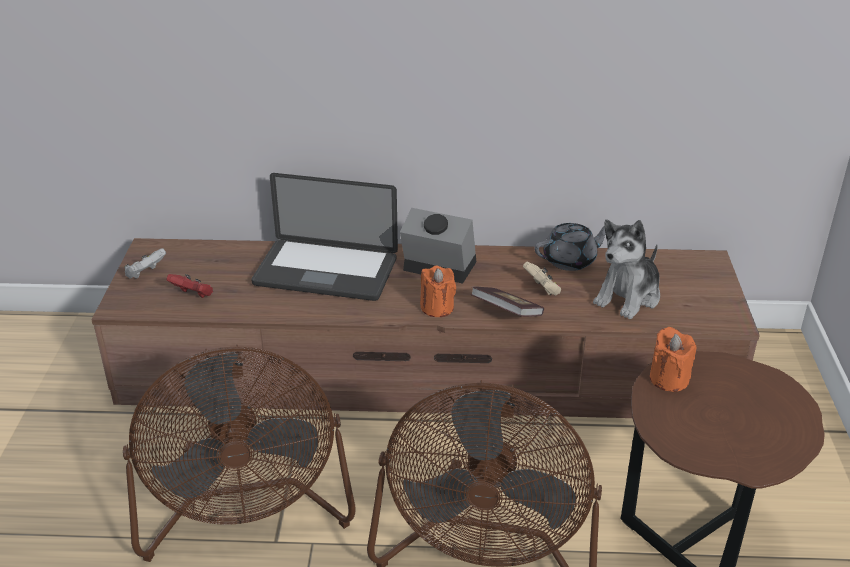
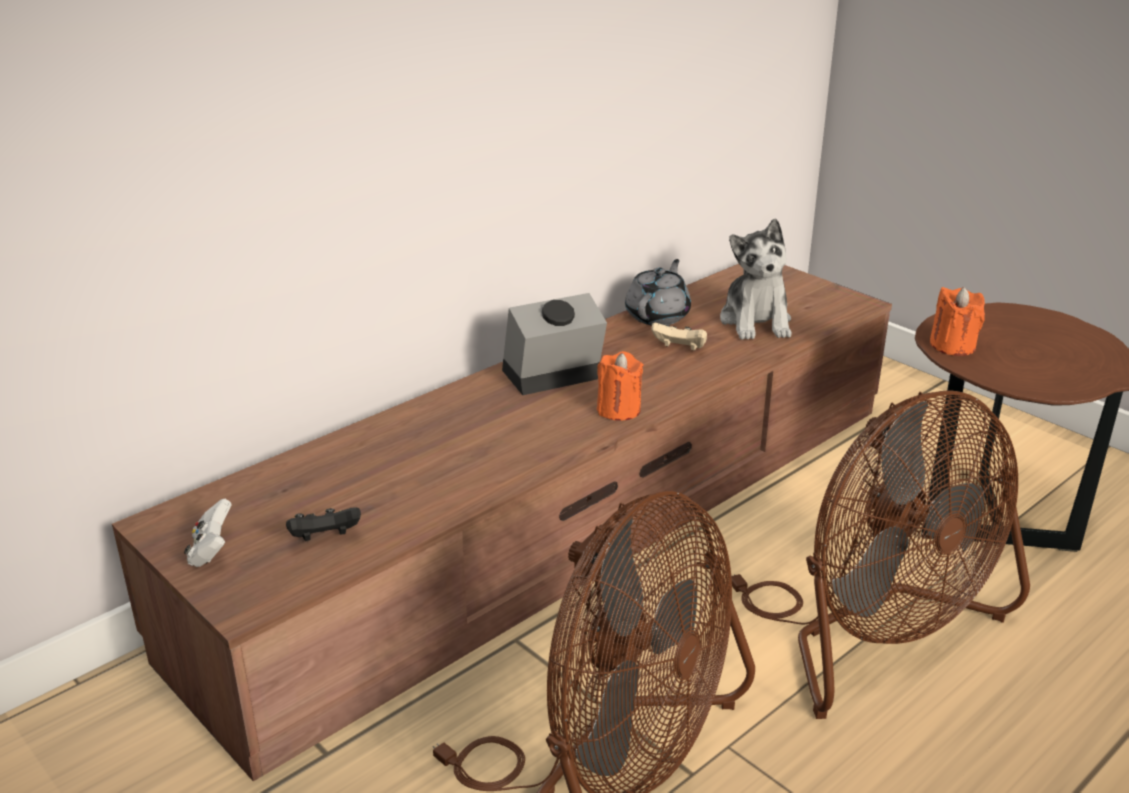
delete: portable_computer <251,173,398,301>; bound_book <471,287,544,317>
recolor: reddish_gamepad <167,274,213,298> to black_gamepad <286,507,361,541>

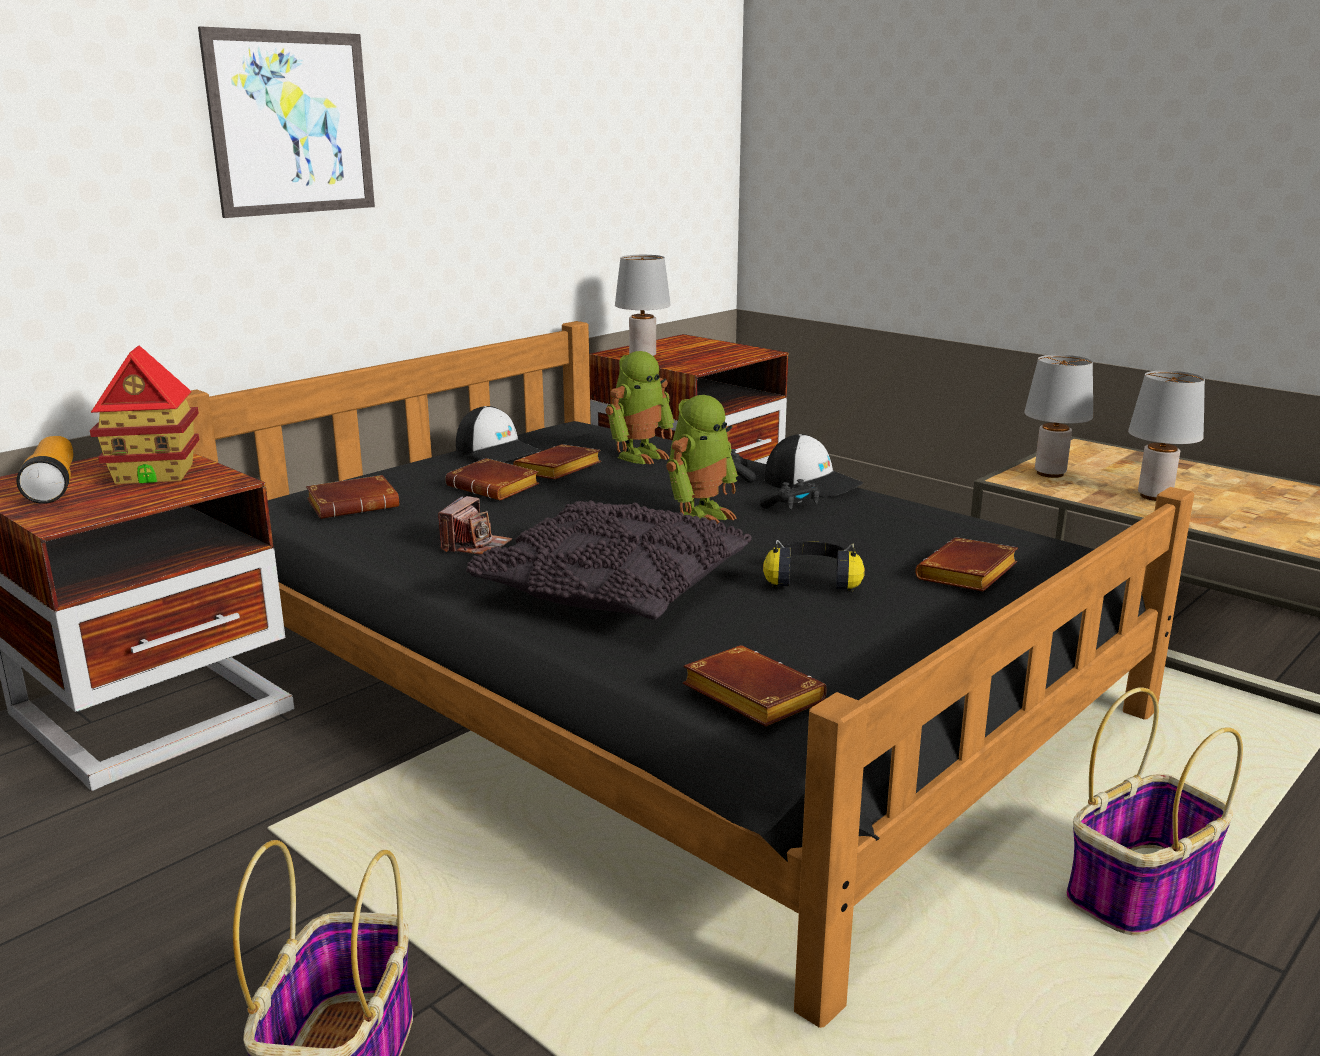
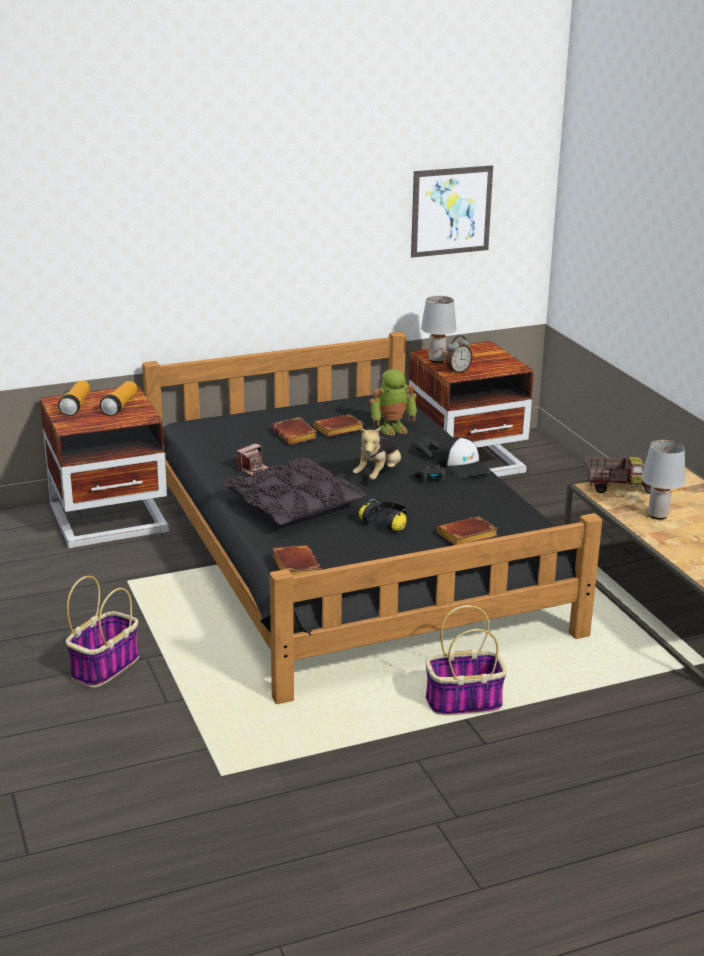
delete: brown-coloured_bound_book <306,475,399,519>; peaked_cap <456,406,541,462>
insert: bedside_clock <446,335,473,374>
move: picture <198,26,375,218> to <411,165,493,258>
replace: model_house <90,345,199,484> to torch <100,381,137,416>; robot_figure <666,395,738,524> to plush_toy <353,427,401,480>; grey_lamp_for_a_table <1024,355,1093,478> to toy_truck <585,457,651,494>

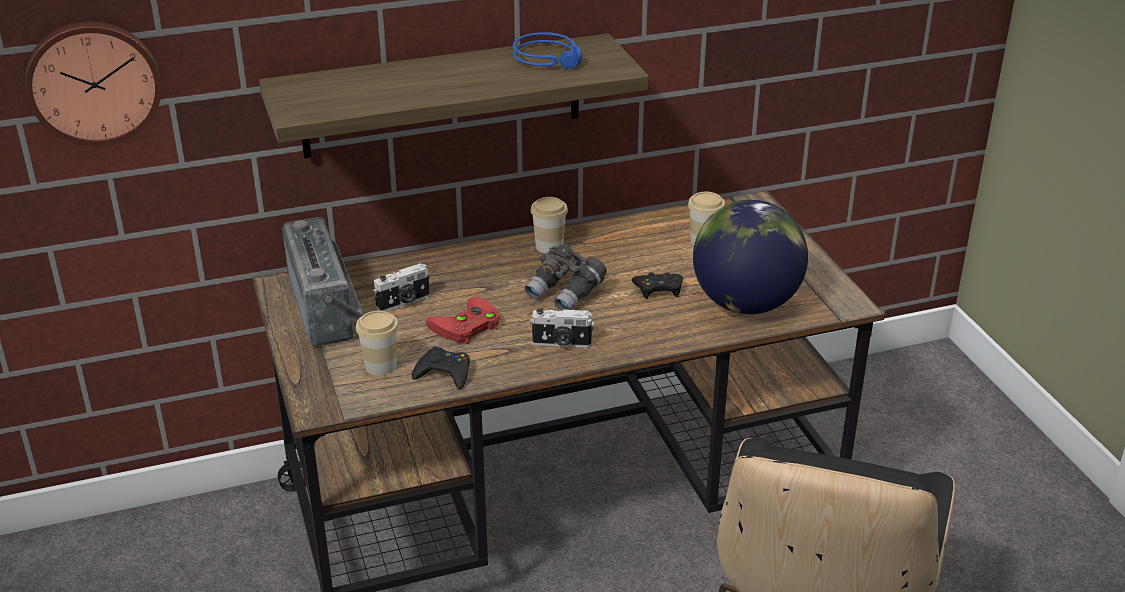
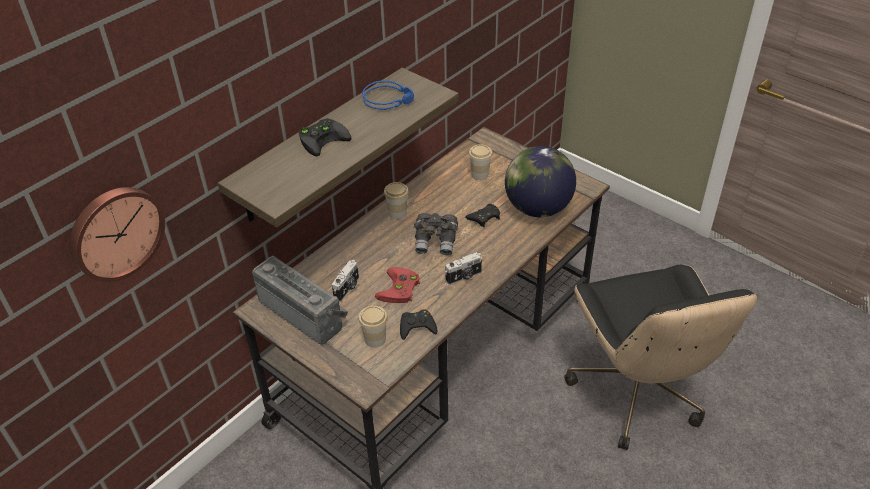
insert: black_gamepad <298,118,351,156>

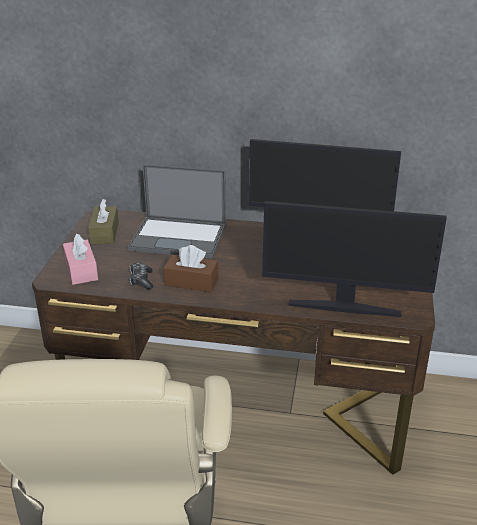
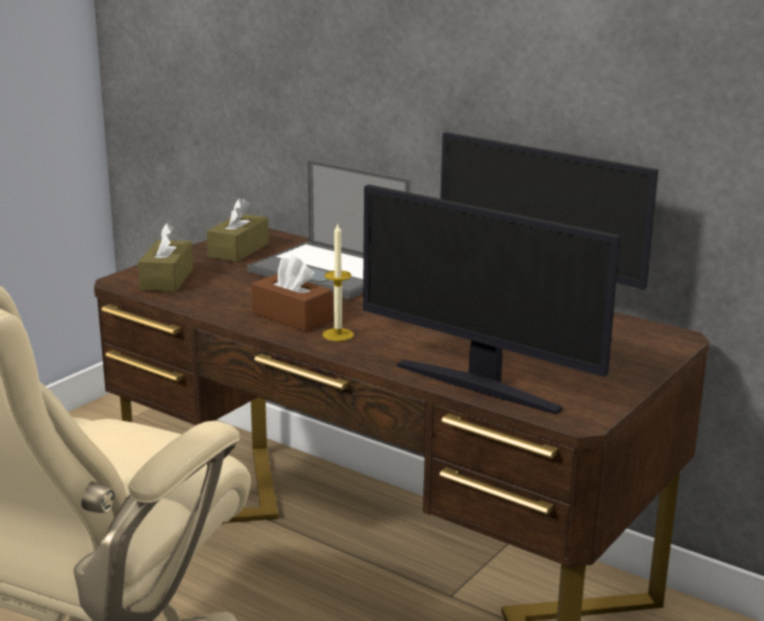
delete: gamepad <129,262,153,290>
insert: wax_light <322,223,354,341>
recolor: pink_box_of_tissues <63,234,98,285> to brown-coloured_box_of_tissues <138,223,193,292>

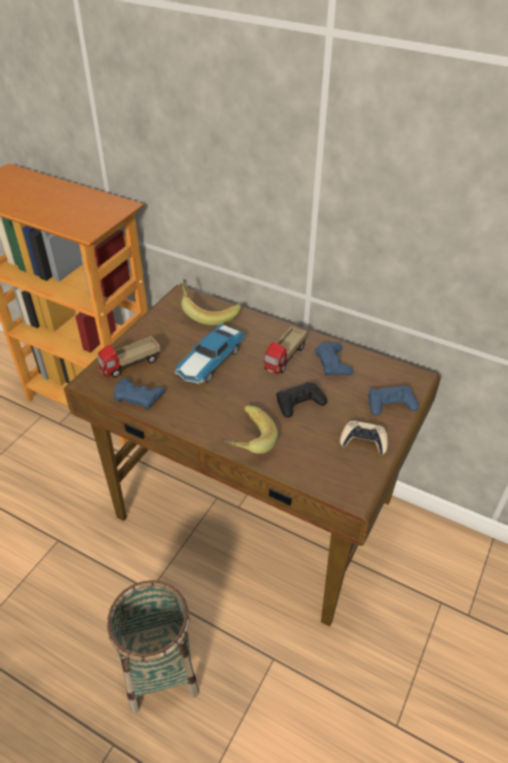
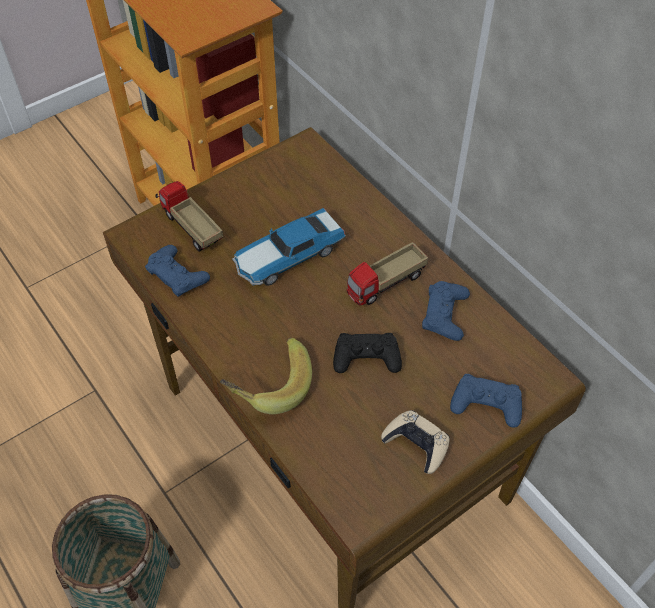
delete: banana <181,279,241,325>
rotate: toy_truck <98,336,161,378> = <156,181,223,252> 60 degrees clockwise

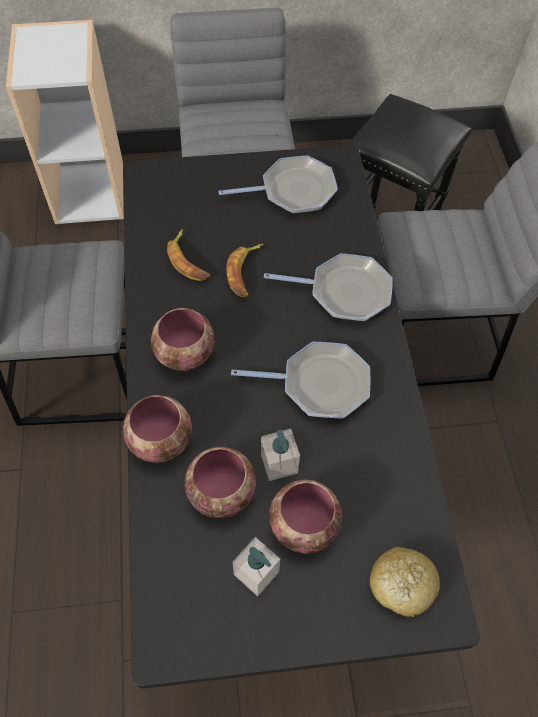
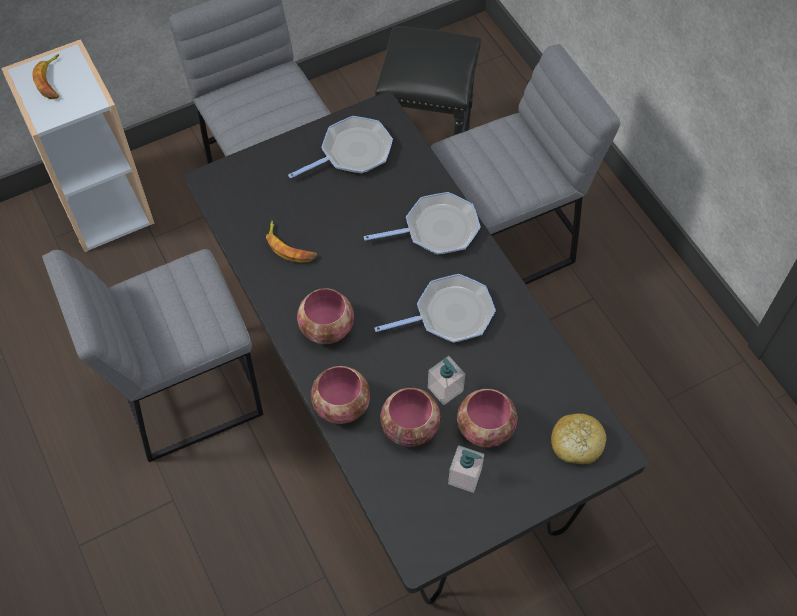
move: banana <226,244,264,297> to <32,54,59,99>

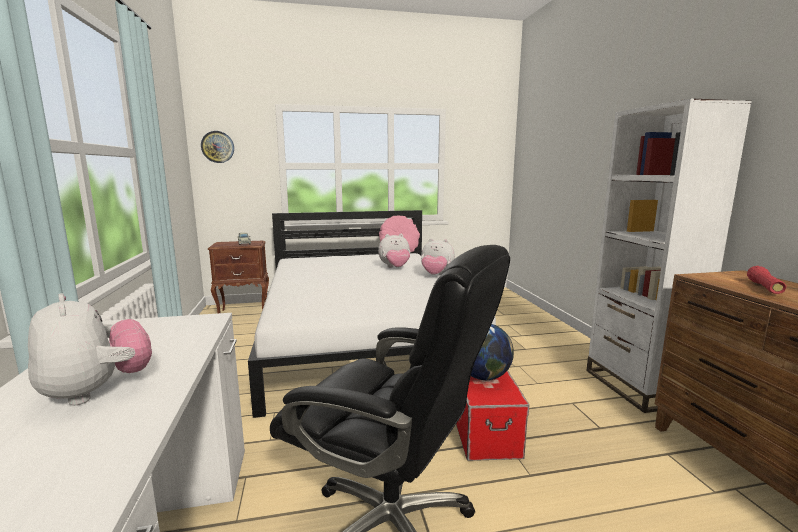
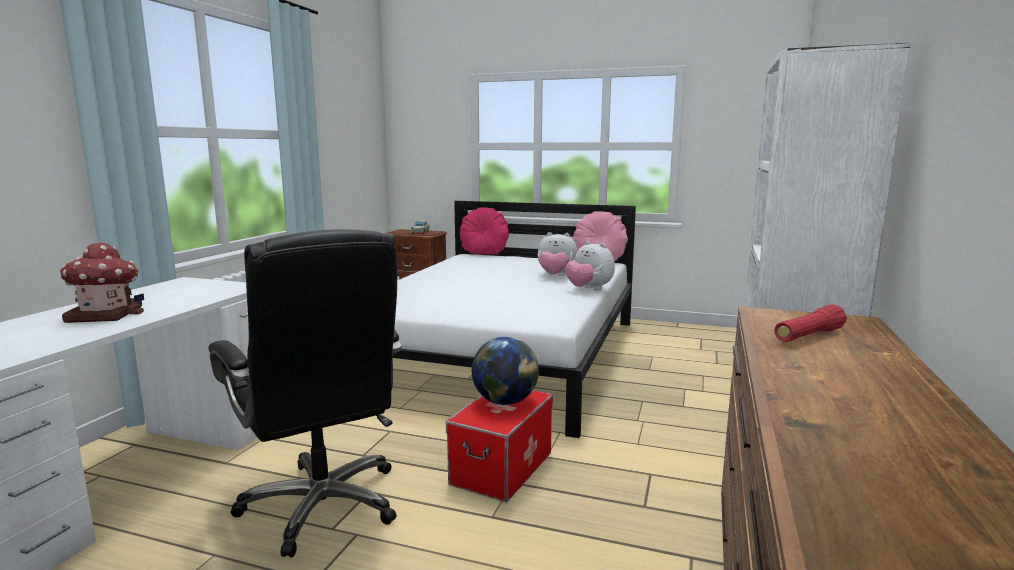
delete: wall_clock <201,131,234,163>
insert: pink_cushion <460,207,509,255>
replace: plush_toy <28,293,152,405> to model_house <60,241,144,323>

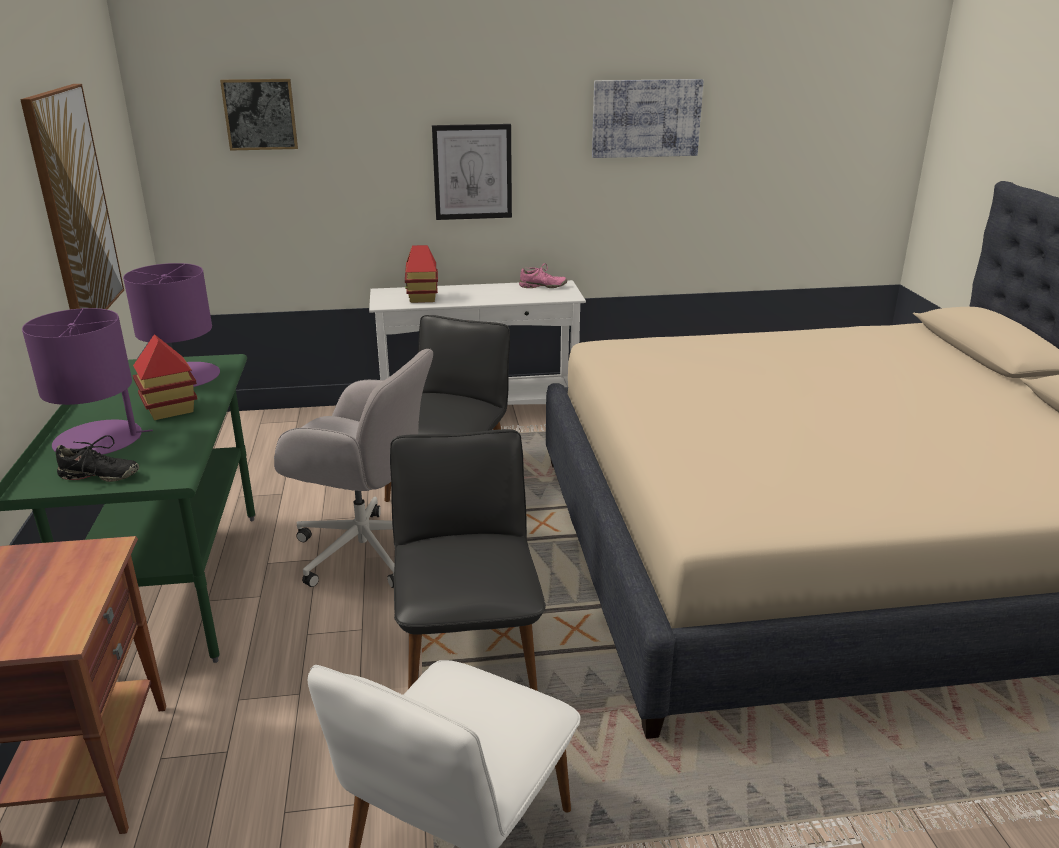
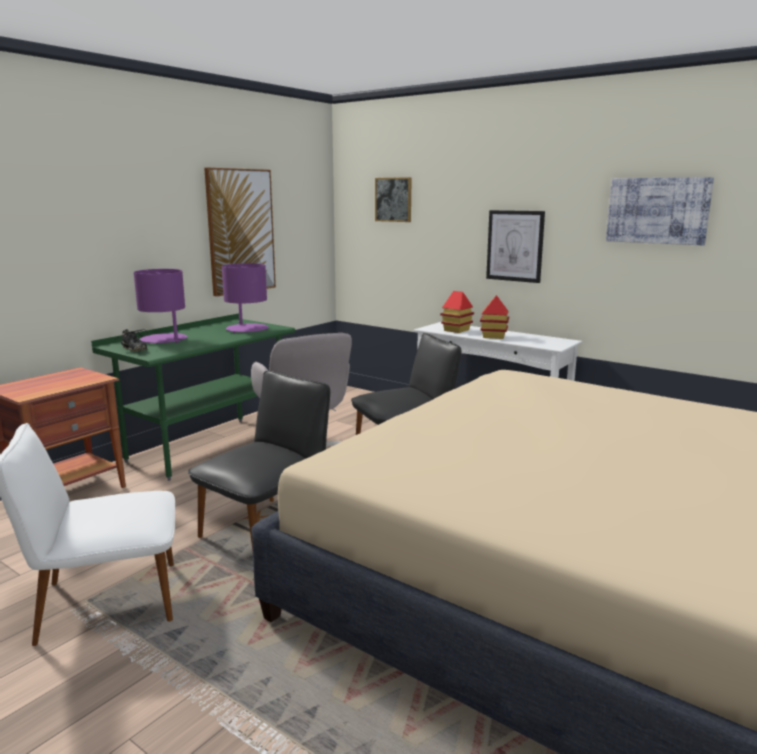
delete: pink_item_of_footwear <519,263,567,288>
move: model_house <133,334,198,420> to <480,295,509,339>

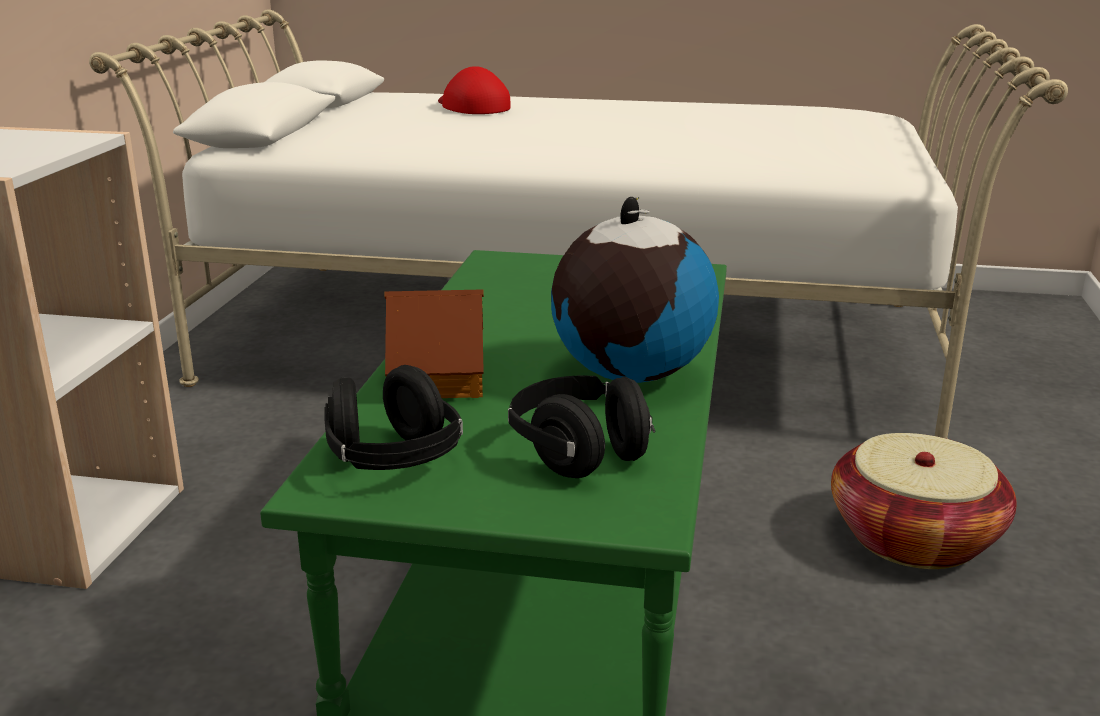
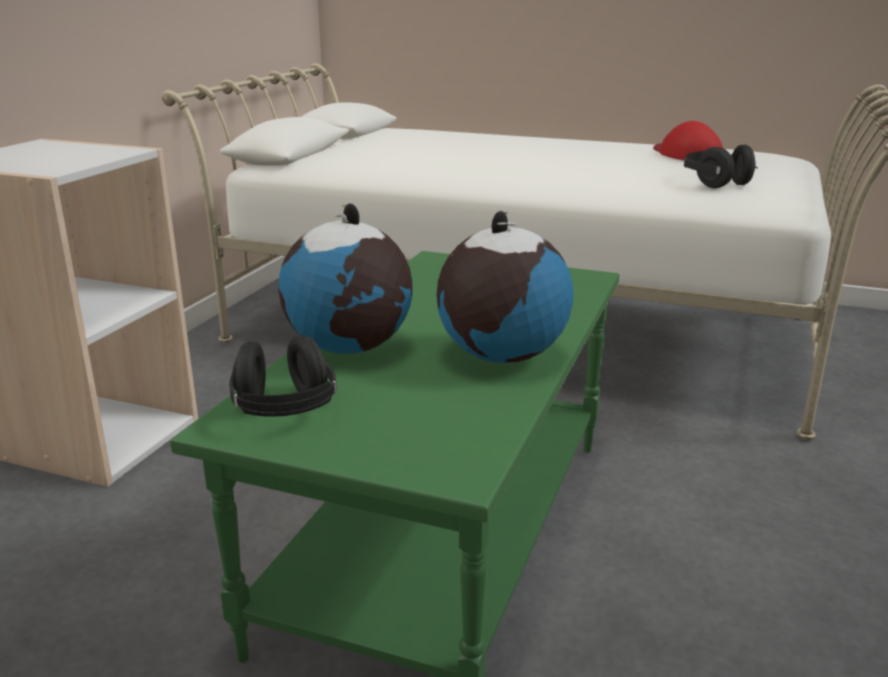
delete: storage_basket <831,433,1017,569>
move: reddish_peaked_cap <438,66,510,114> to <653,121,723,160>; black_headset <508,375,656,478> to <684,144,758,188>
replace: model_house <385,289,484,398> to world_globe <279,203,413,354>

